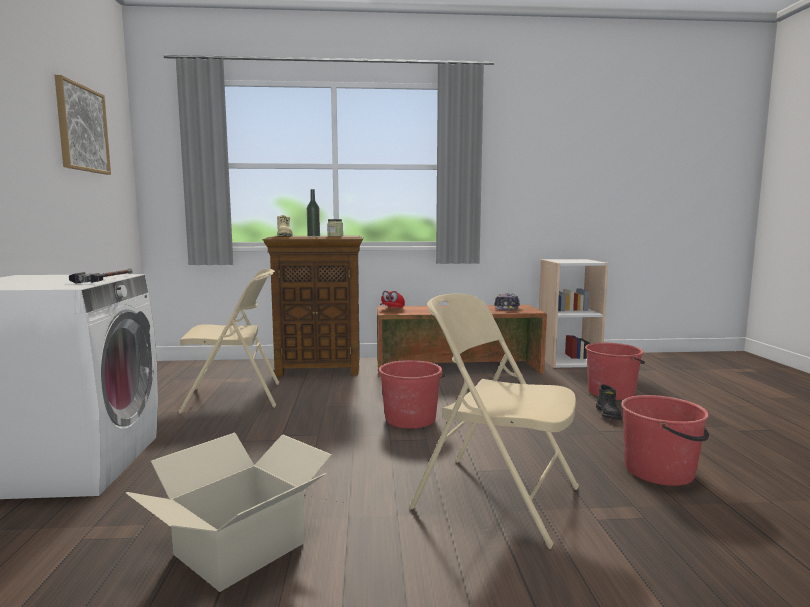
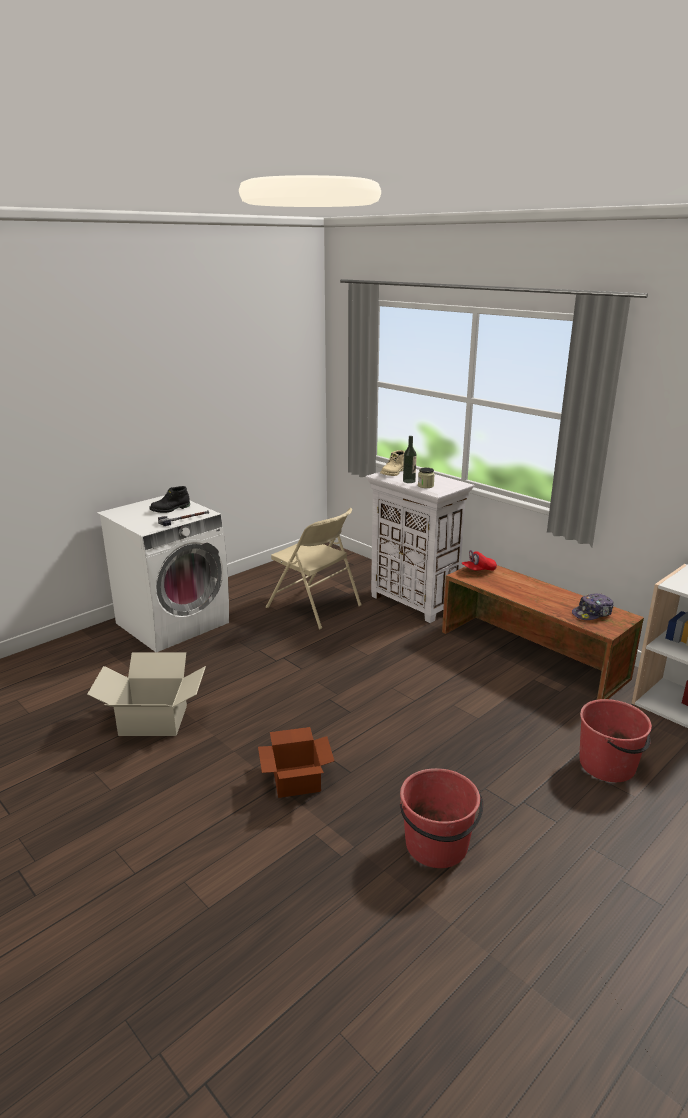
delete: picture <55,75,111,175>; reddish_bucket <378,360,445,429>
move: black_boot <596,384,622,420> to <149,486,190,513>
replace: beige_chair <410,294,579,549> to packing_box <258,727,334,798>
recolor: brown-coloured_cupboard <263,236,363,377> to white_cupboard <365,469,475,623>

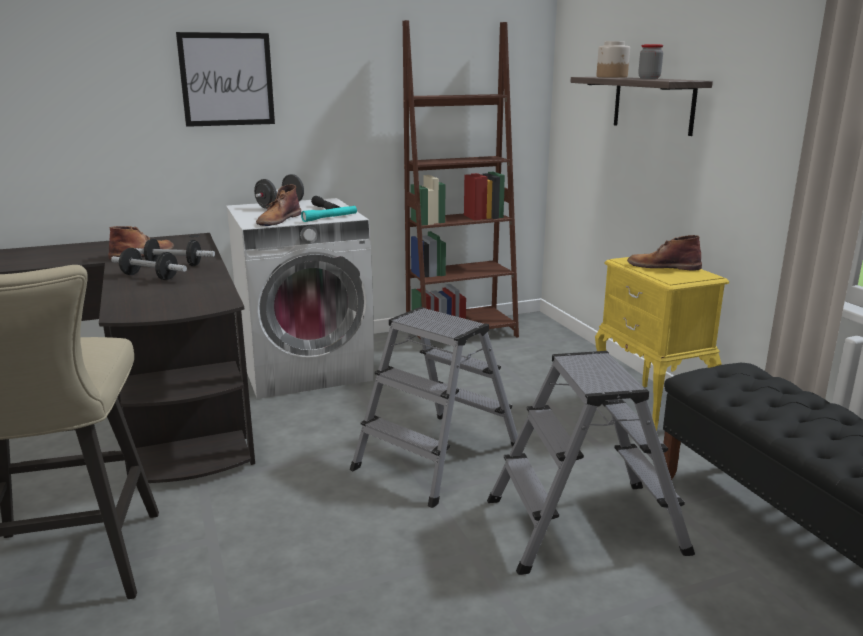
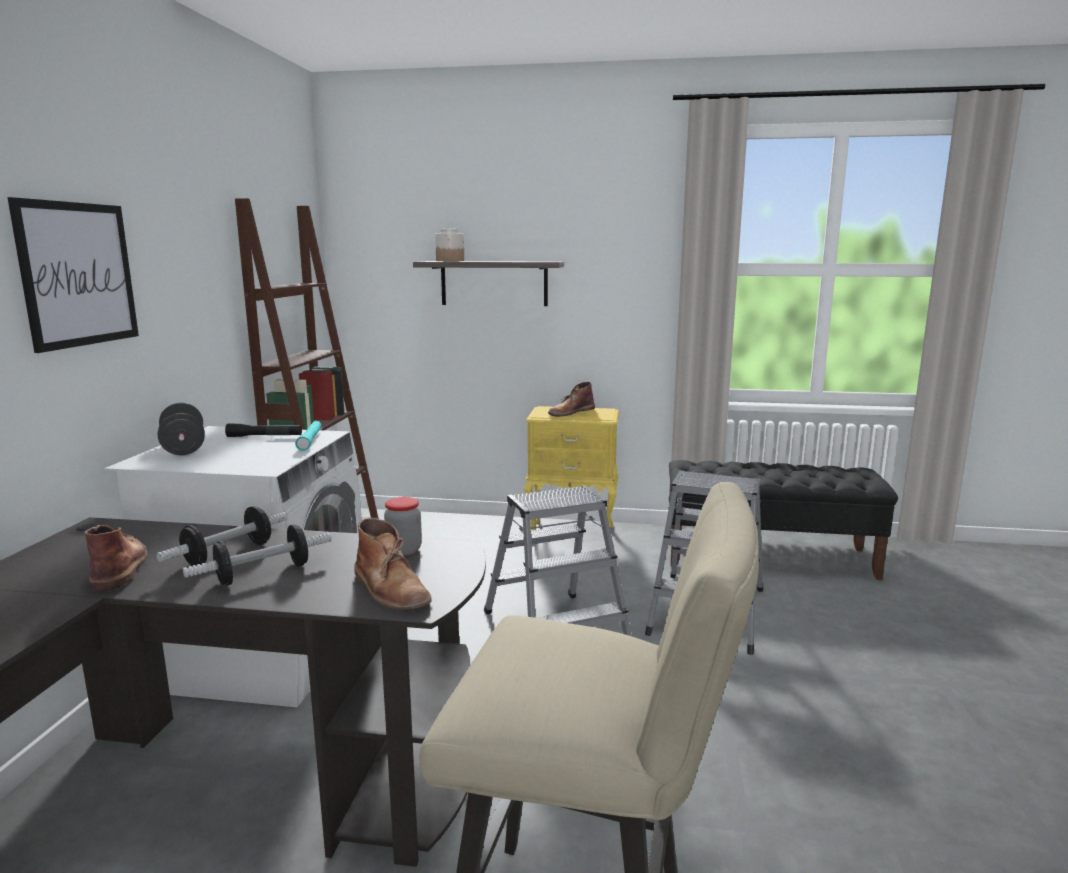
move: brown-coloured_boot <256,184,301,226> to <354,518,432,611>; jar <638,44,663,79> to <384,497,422,556>

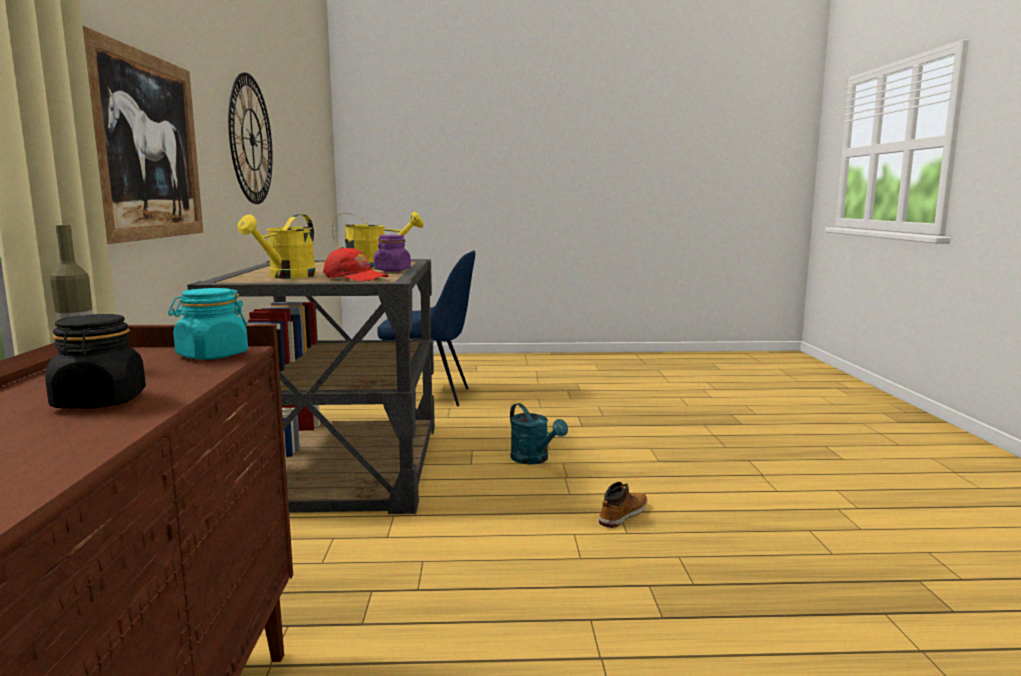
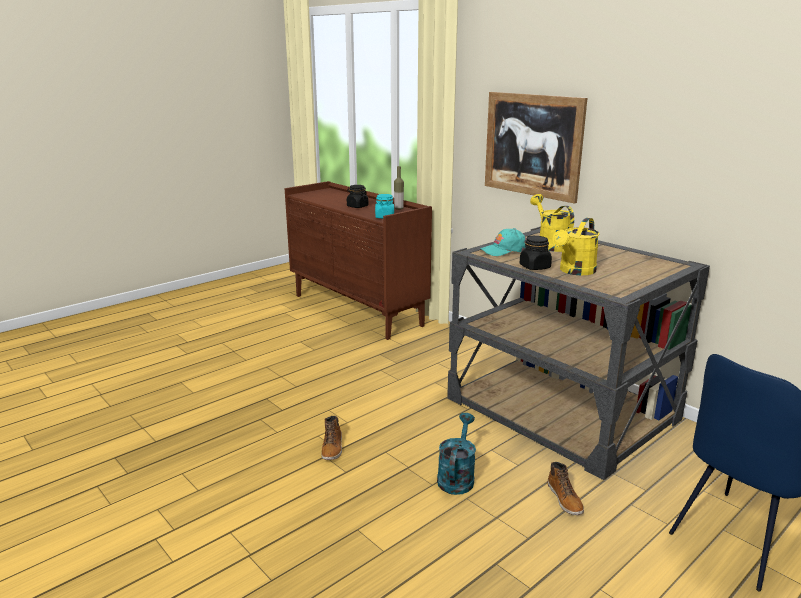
delete: wall_clock <228,73,273,204>
insert: boot <547,462,584,515>
recolor: reddish_peaked_cap <323,247,389,281> to blue-green_peaked_cap <480,228,526,256>; purple-coloured_jar <374,235,411,272> to black_jar <520,236,552,270>
rotate: blue-green_sprinkling_can <510,403,568,465> = <437,413,476,495> 90 degrees clockwise

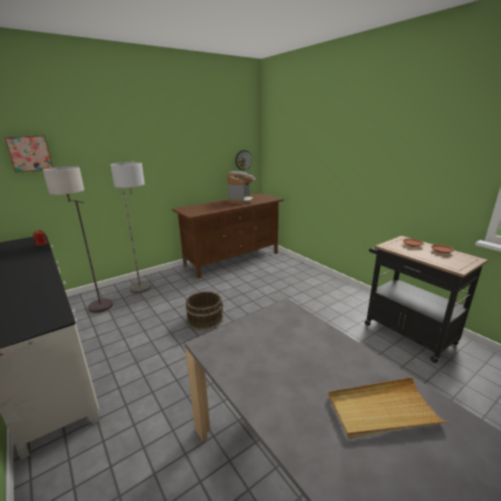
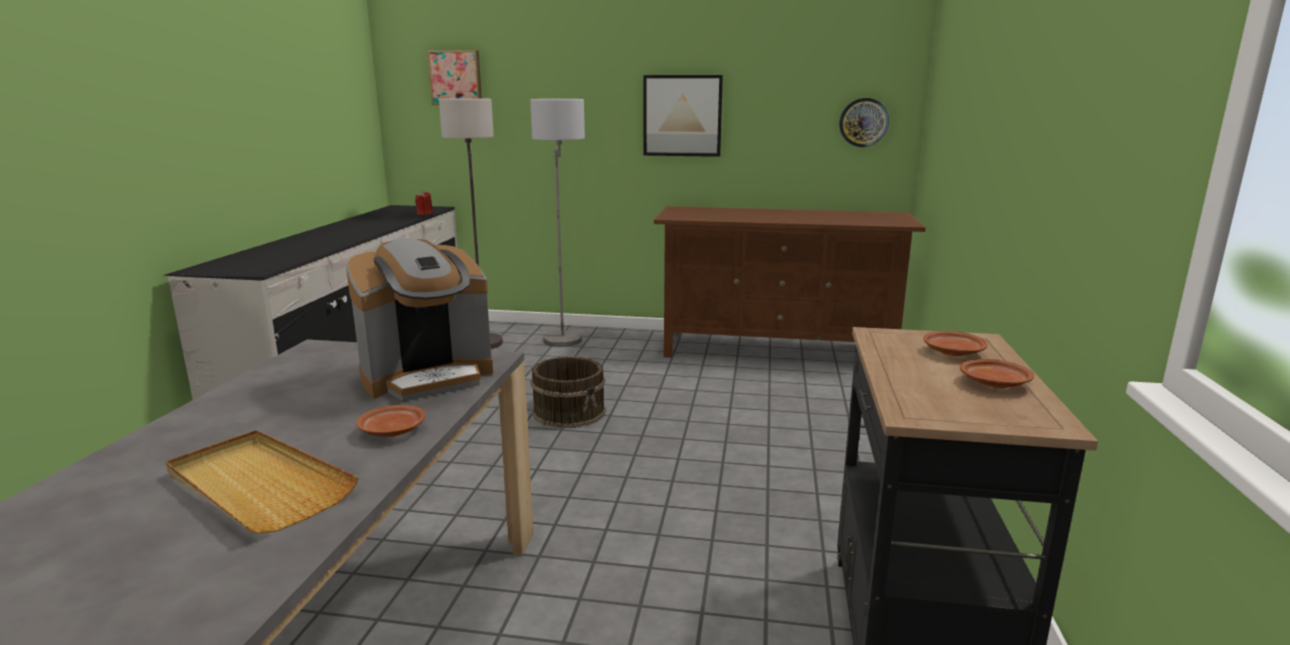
insert: brown-coloured_plate <356,405,425,437>; picture <643,75,723,157>
move: coffee_machine <227,171,255,204> to <346,238,493,401>

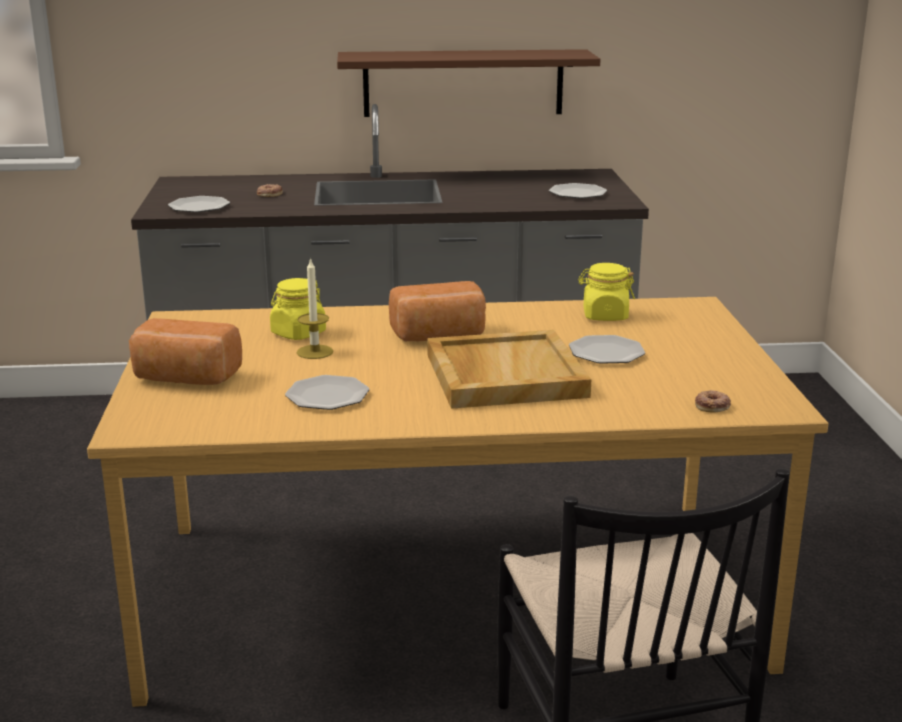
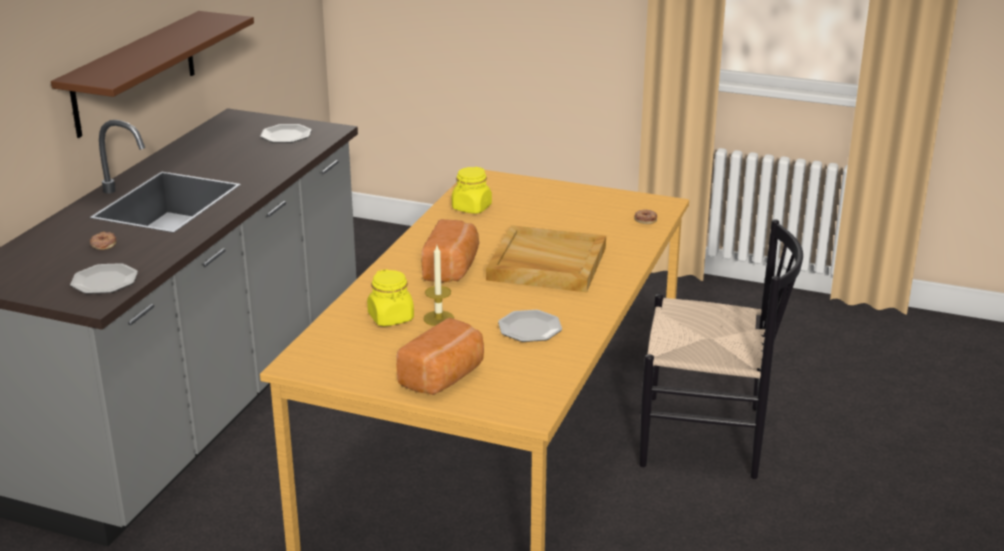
delete: plate <569,335,645,364>

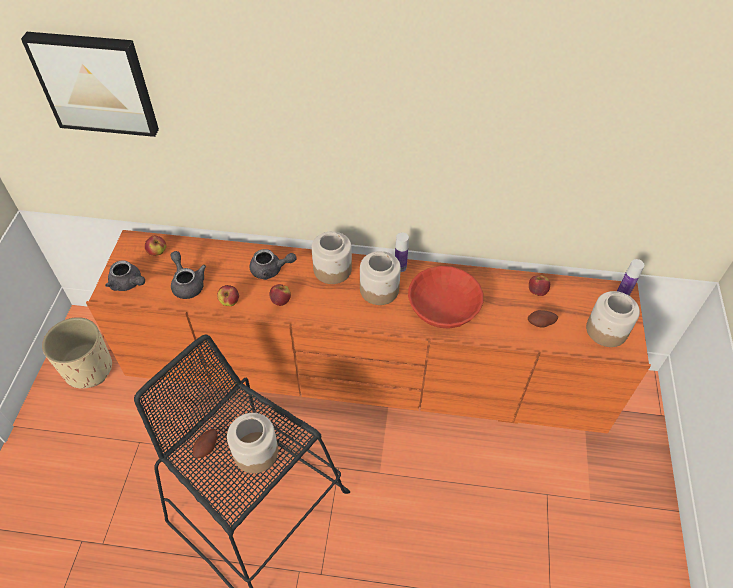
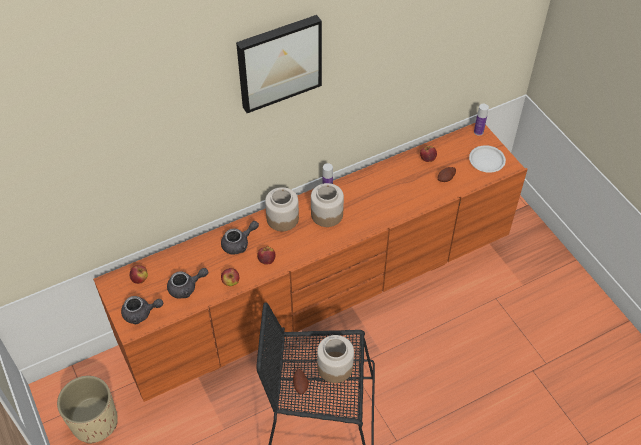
delete: reddish_deep_dish <408,266,483,329>
move: picture <21,32,159,137> to <236,15,322,113>
replace: jar <586,291,640,347> to white_plate <469,145,506,173>
rotate: grey_teapot <170,251,206,299> = <167,268,208,299> 135 degrees clockwise

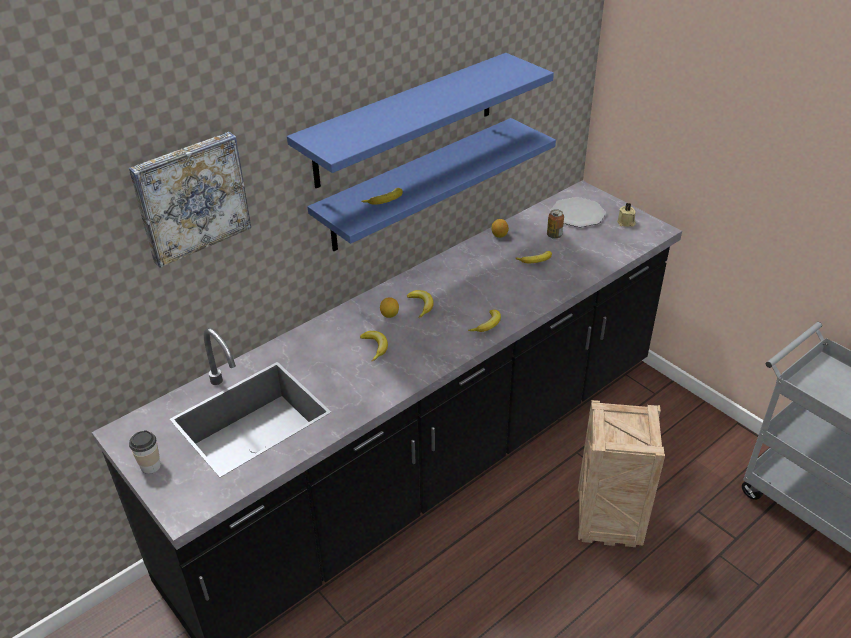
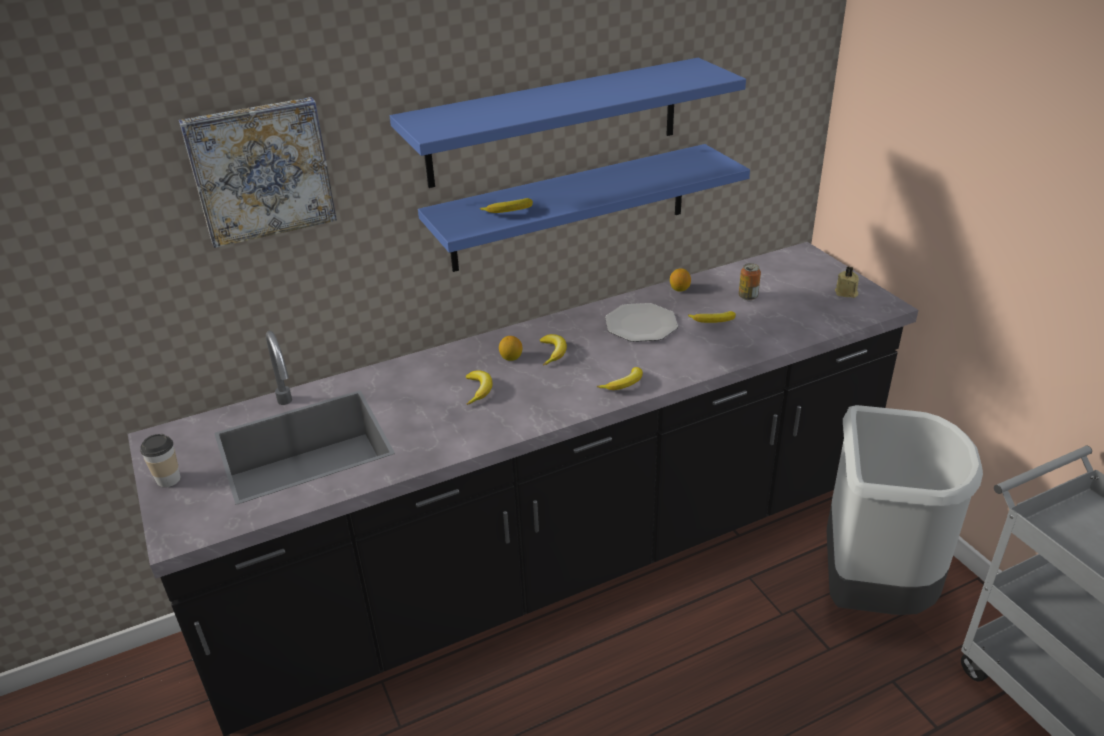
delete: crate <578,400,665,547>
insert: grey_trash_can <827,405,983,615>
move: plate <551,197,606,227> to <605,303,678,342>

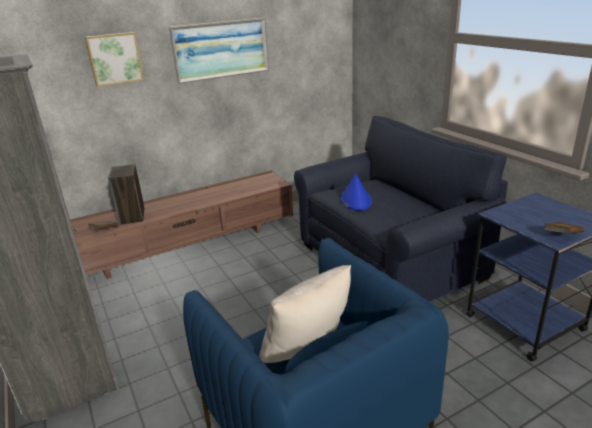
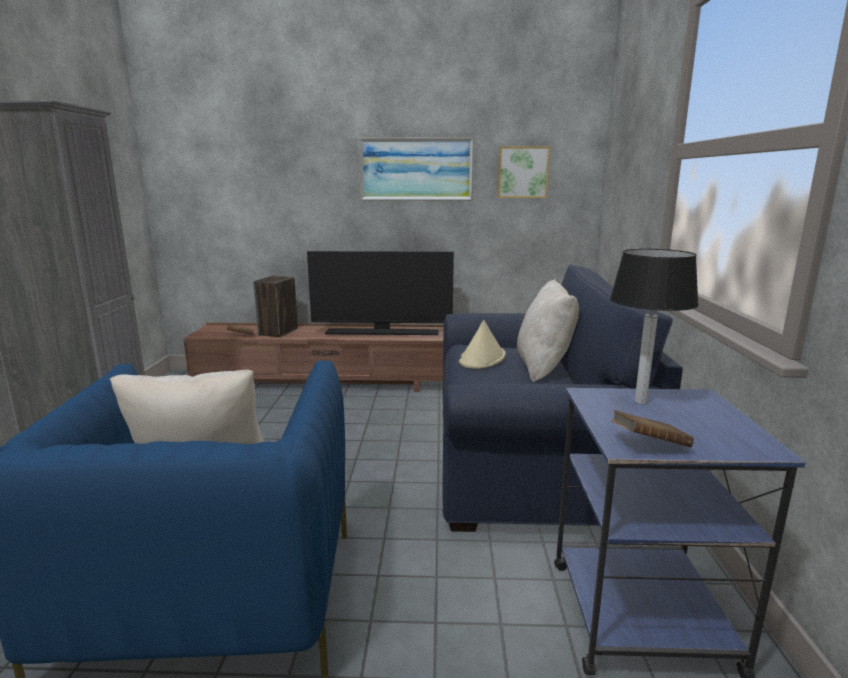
insert: TV <307,251,454,335>; beige_cushion <517,279,579,382>; lamp_for_a_table <610,249,699,404>
move: picture <85,32,144,87> to <497,146,550,198>
recolor: blue-coloured_wearable_hat <341,173,372,211> to beige_wearable_hat <459,320,506,369>

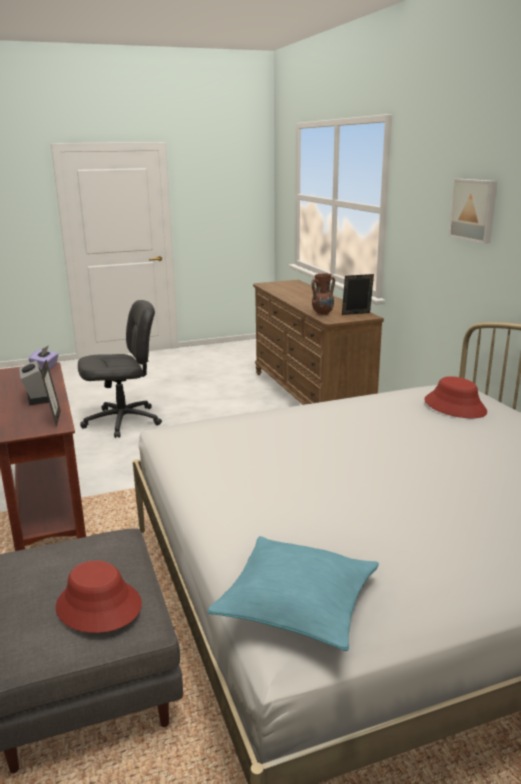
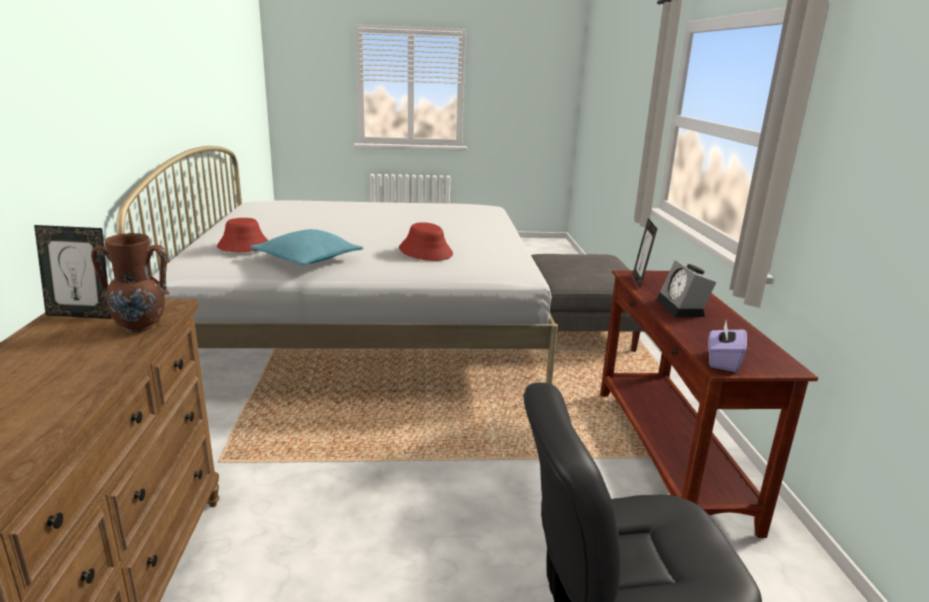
delete: picture <448,179,498,244>
move: reddish_wearable_hat <56,561,142,633> to <399,222,453,261>; blue-green_cushion <207,536,379,651> to <250,229,363,265>

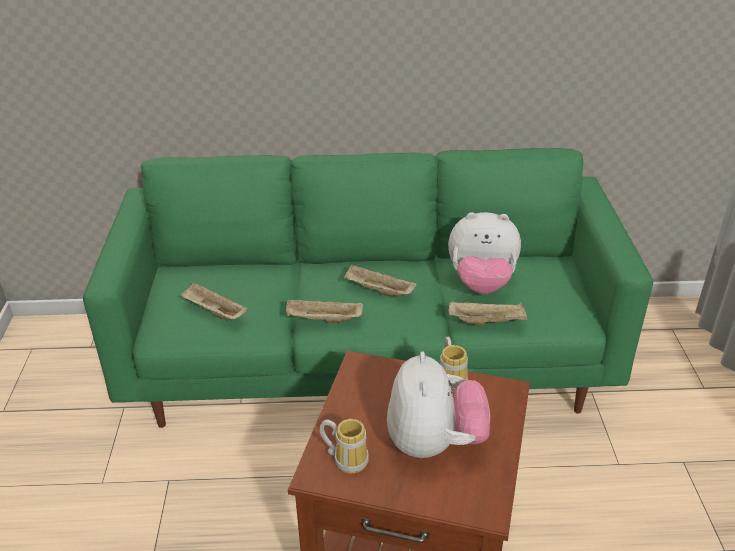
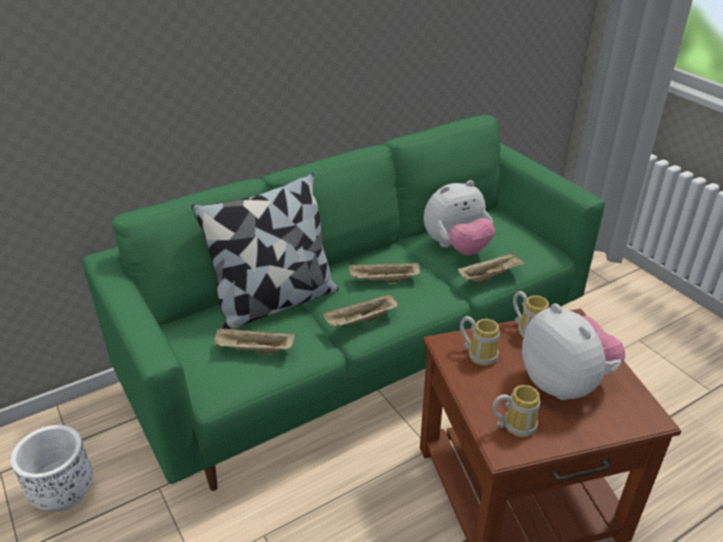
insert: white_planter <11,425,93,512>; cushion <191,173,338,329>; mug <460,316,500,366>

